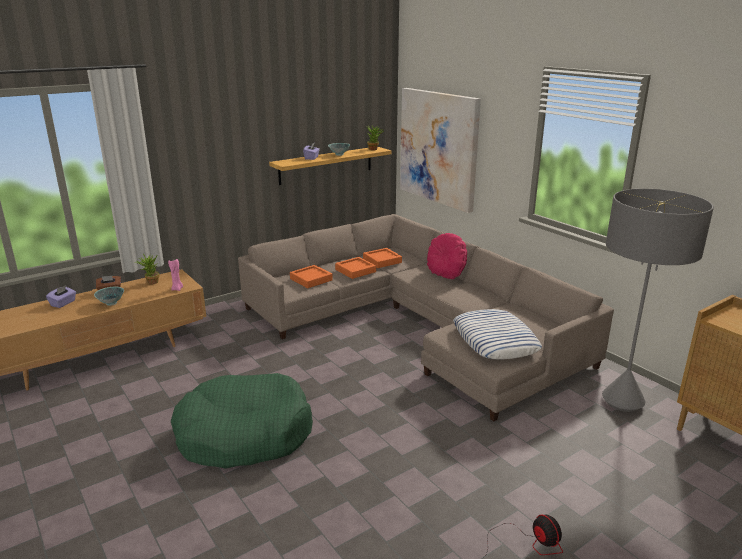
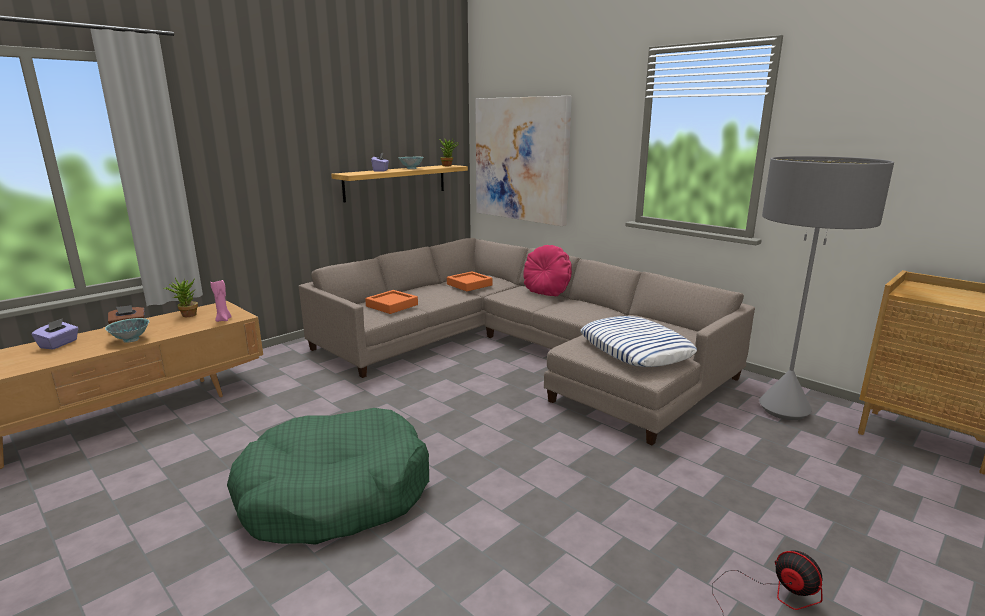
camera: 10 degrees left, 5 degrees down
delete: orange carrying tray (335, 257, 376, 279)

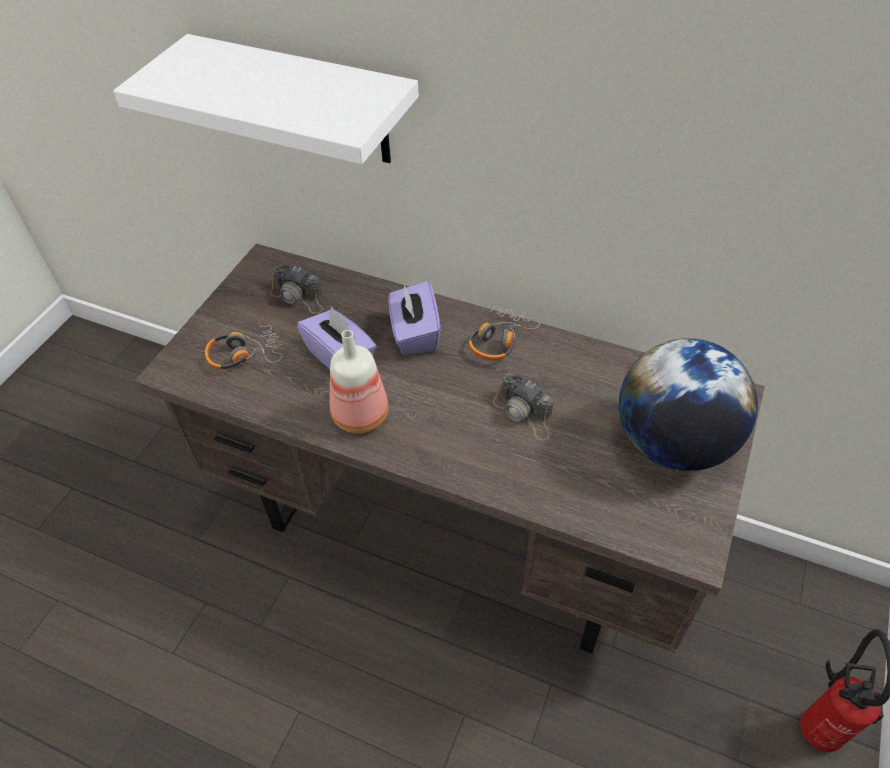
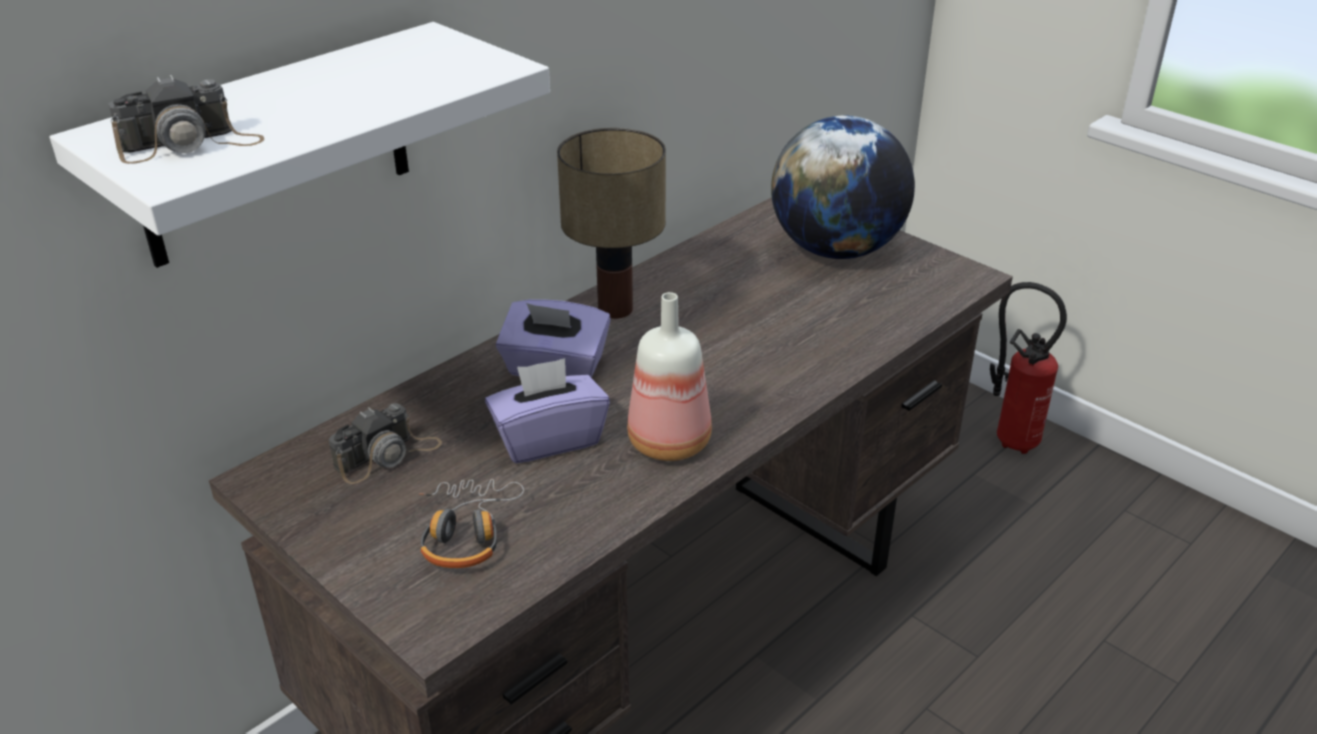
camera: 70 degrees left, 15 degrees down
move: photo camera (493, 374, 553, 441) to (108, 75, 264, 164)
replace: pair of headphones (469, 306, 540, 361) to lamp for a table (557, 128, 666, 319)

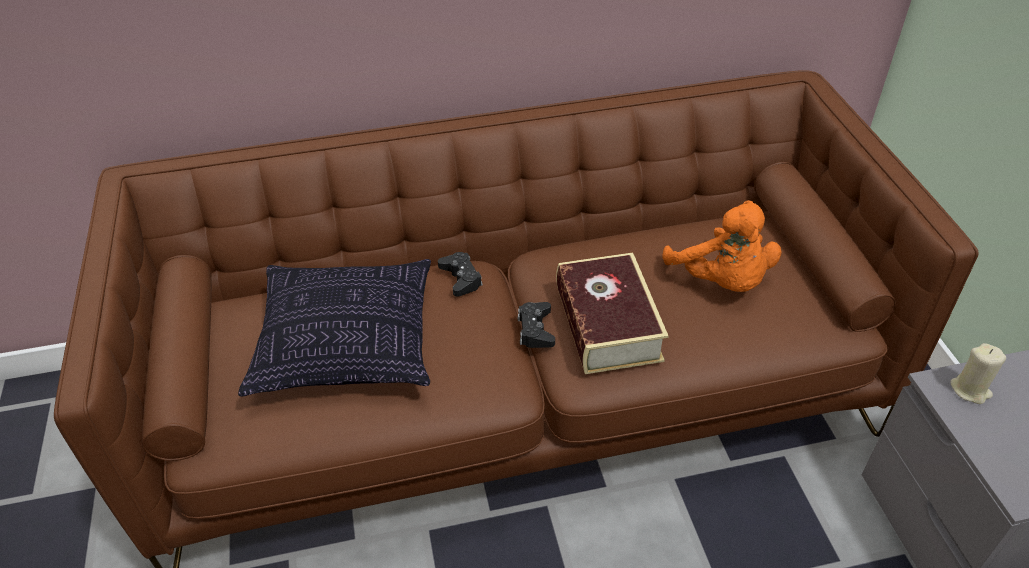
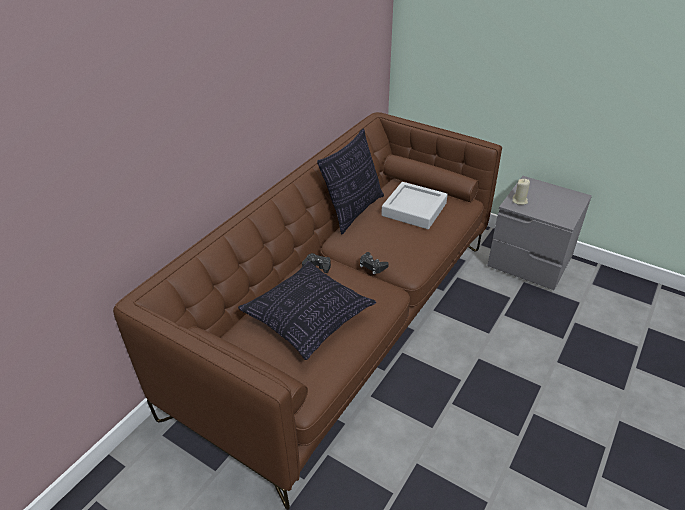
camera: 45 degrees left, 5 degrees down
delete: bound book (556, 253, 668, 374)
insert: throw pillow (317, 129, 384, 234)
replace: orange cuddly toy (662, 200, 782, 292) to grey carrying tray (381, 182, 448, 229)

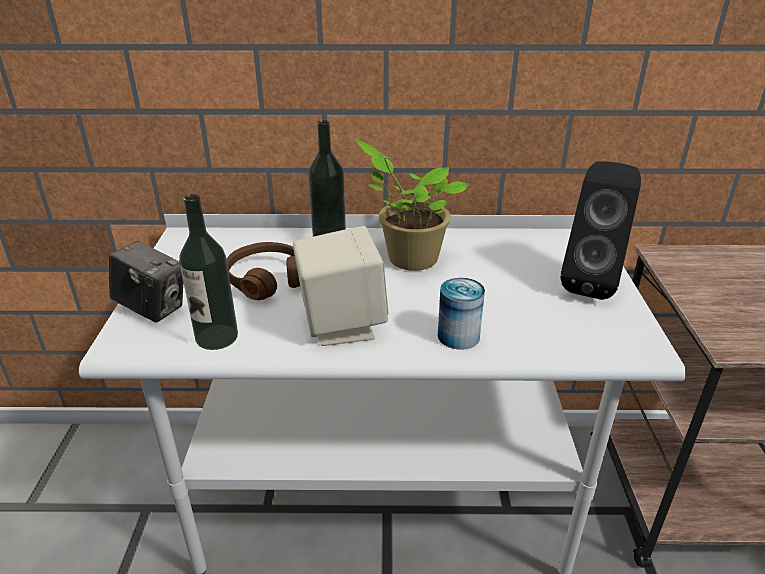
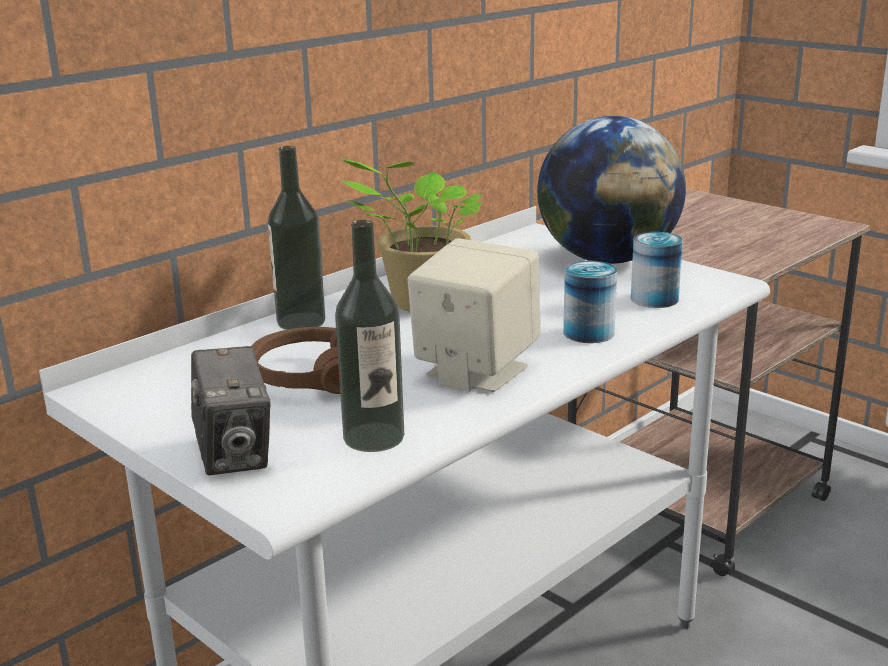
camera: 45 degrees left, 10 degrees down
insert: sealed can (631, 232, 683, 308)
replace: black audio speaker (560, 161, 641, 300) to desk globe (537, 116, 686, 264)
rotate: photo camera (109, 241, 183, 322) = (191, 346, 271, 475) 90 degrees clockwise

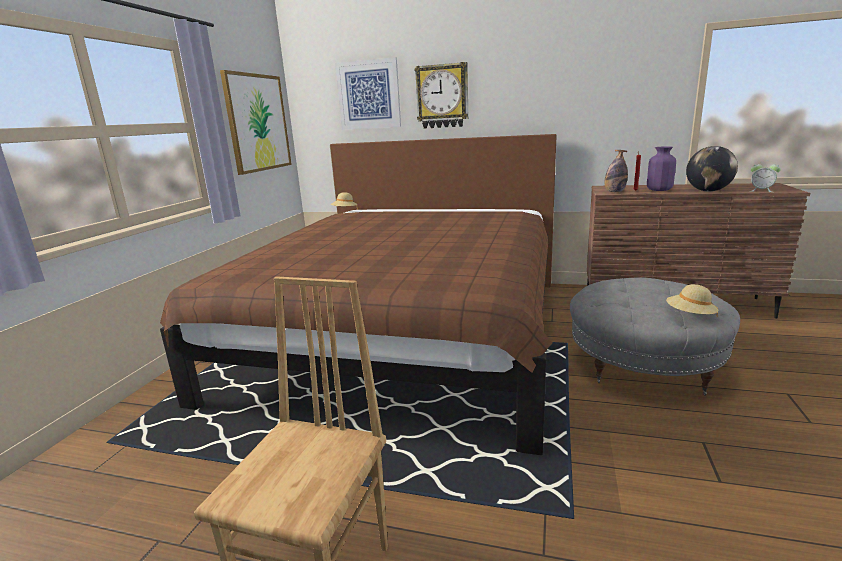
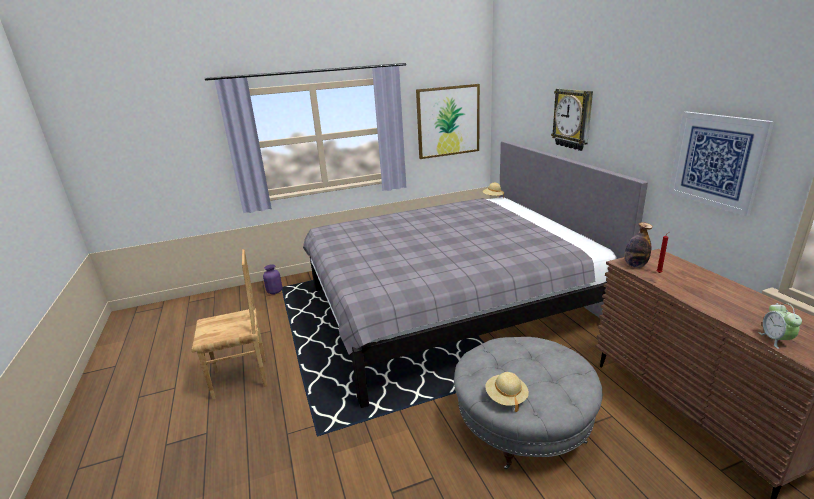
camera: 55 degrees right, 5 degrees up
delete: desk globe (686, 146, 738, 191)
move: picture (335, 57, 401, 130) to (669, 112, 774, 216); purplish decorative vase (647, 146, 676, 191) to (263, 264, 282, 294)
recolor: brownish bedroom bed (160, 134, 557, 455) to grey bedroom bed (303, 141, 648, 408)

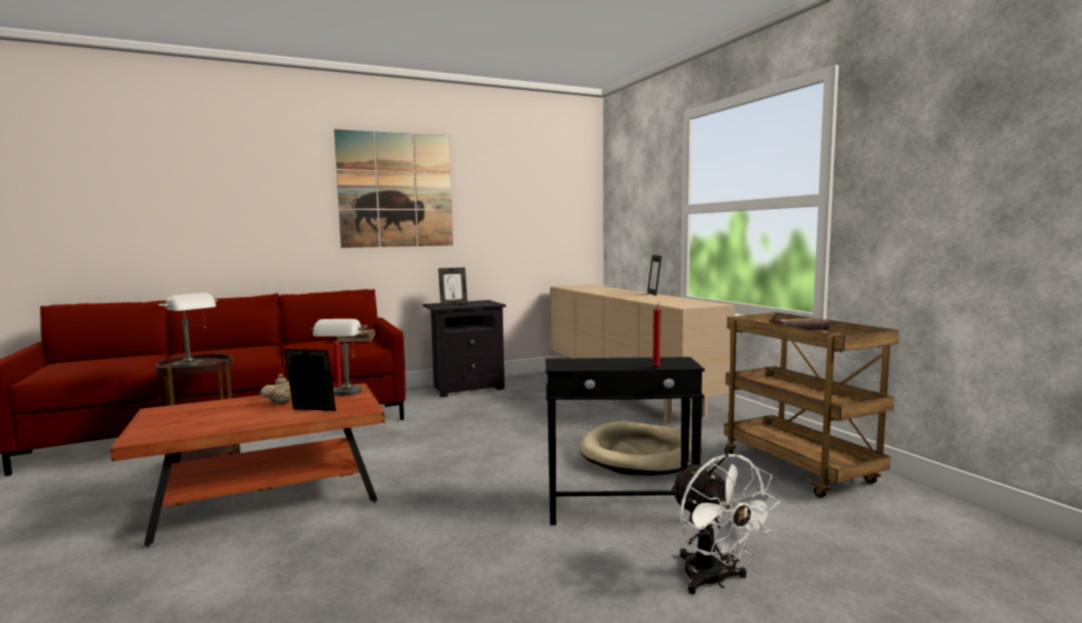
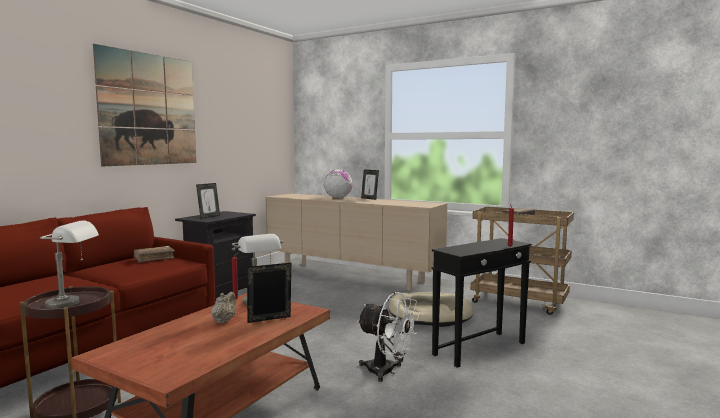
camera: 35 degrees left, 0 degrees up
insert: desk globe (324, 169, 353, 198)
move: white cooling fan (670, 453, 780, 594) to (357, 292, 419, 382)

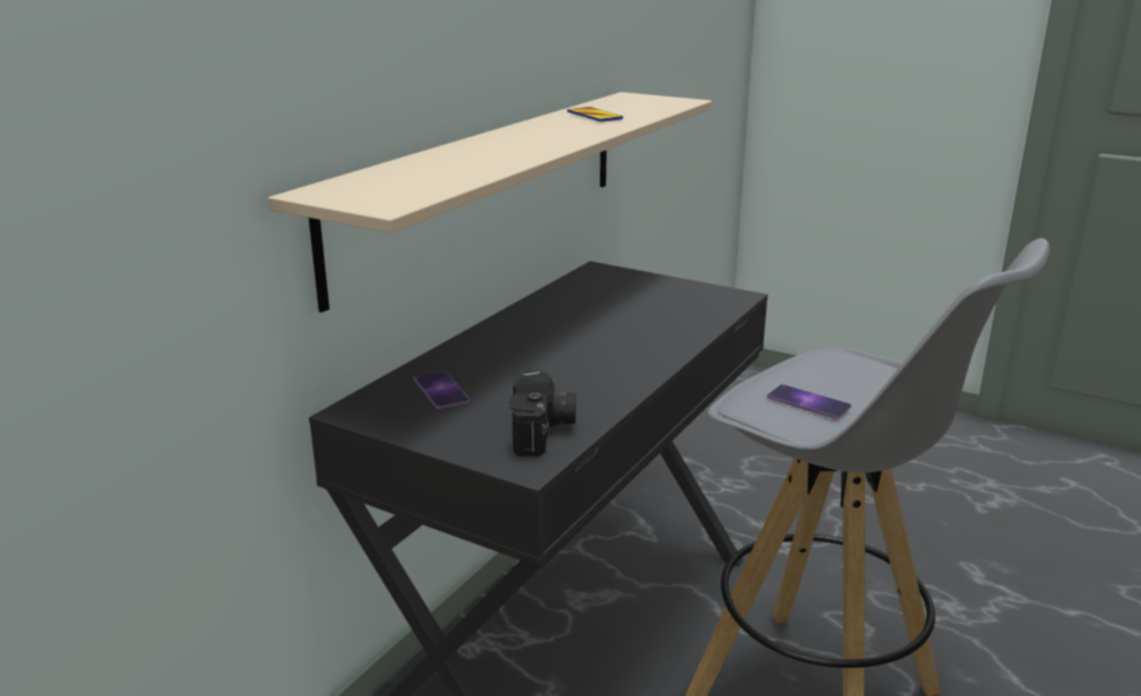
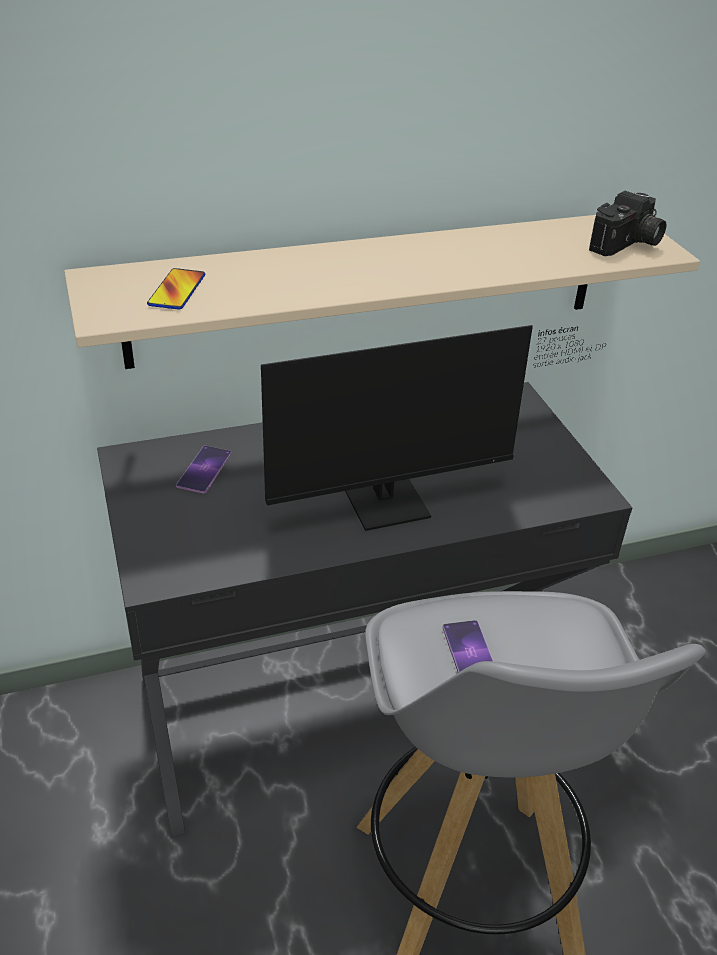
camera: 40 degrees right, 15 degrees up
insert: computer screen (261, 325, 606, 531)
move: telephone (567, 107, 623, 122) to (147, 268, 205, 310); photo camera (510, 370, 576, 456) to (589, 191, 666, 256)

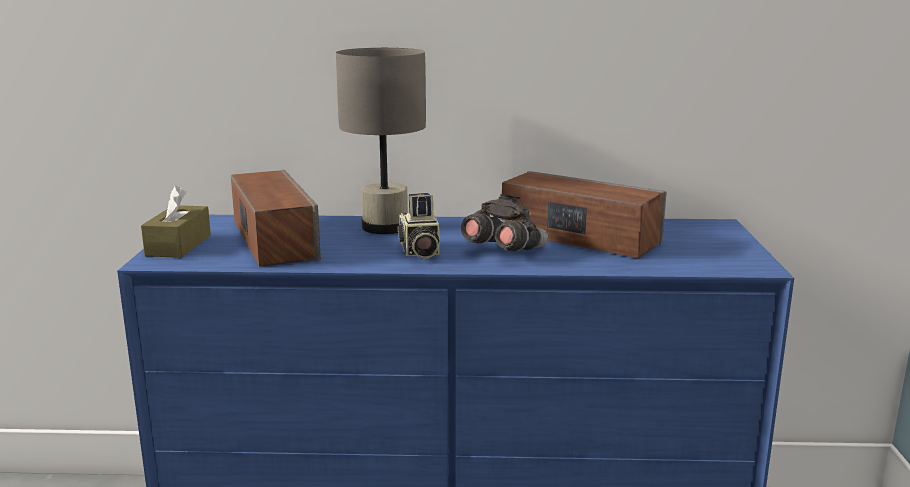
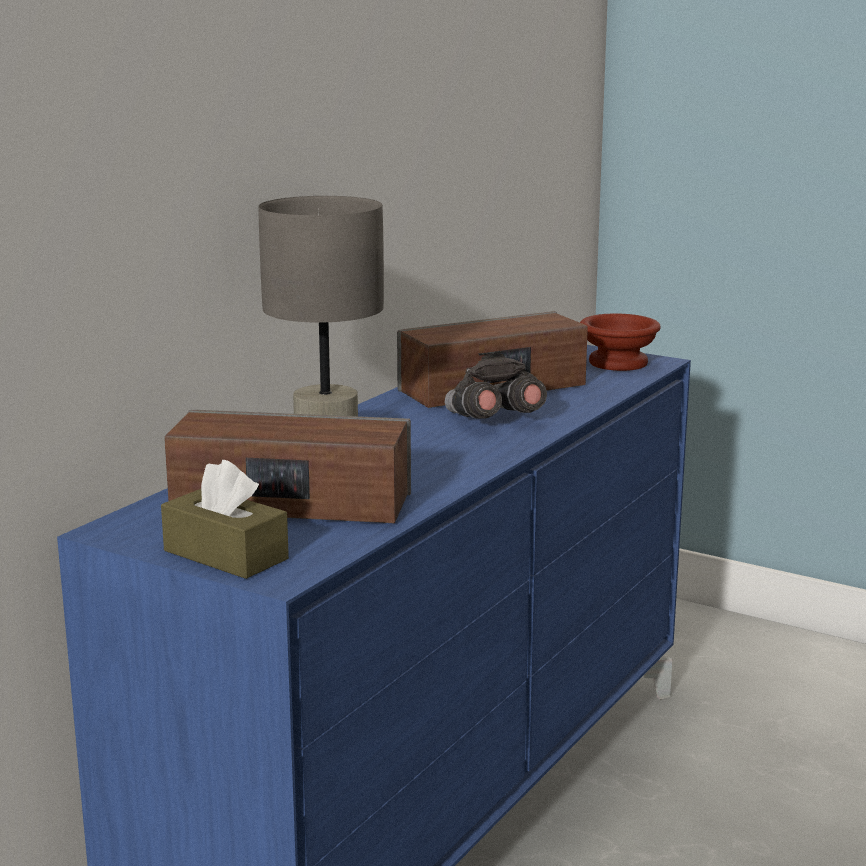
camera: 60 degrees left, 0 degrees up
delete: photo camera (397, 193, 439, 259)
insert: brownish serving bowl (580, 313, 661, 371)

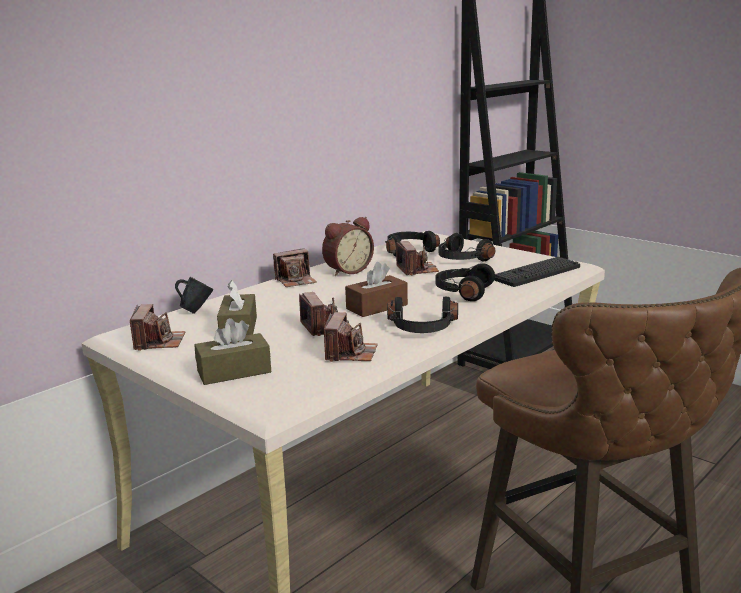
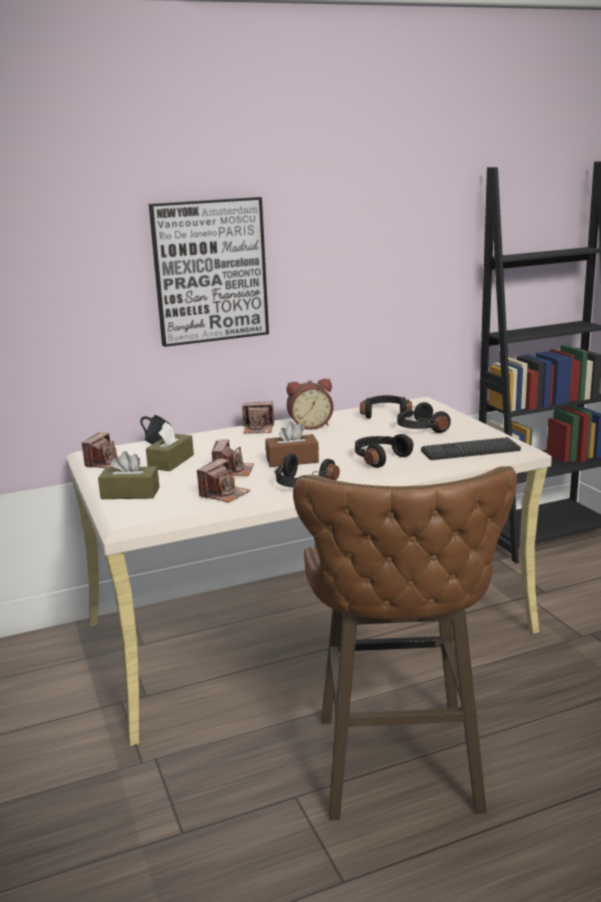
camera: 25 degrees right, 0 degrees up
delete: photo camera (396, 241, 439, 275)
insert: picture (149, 197, 269, 347)

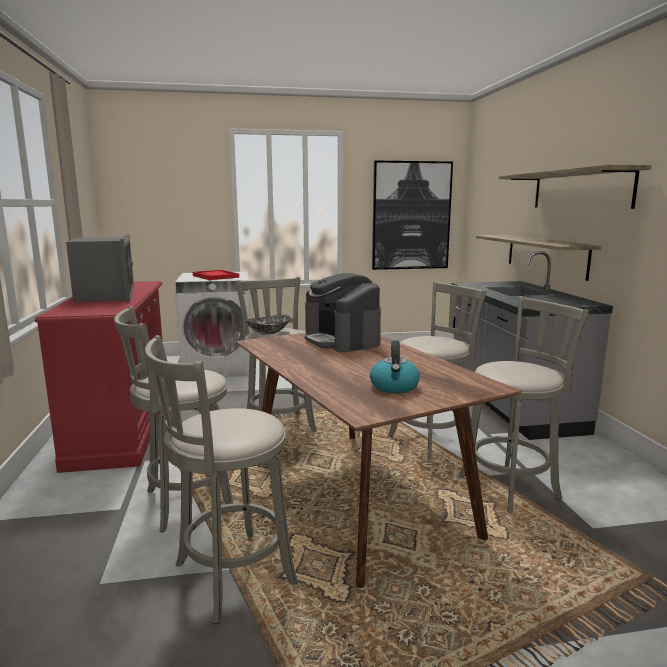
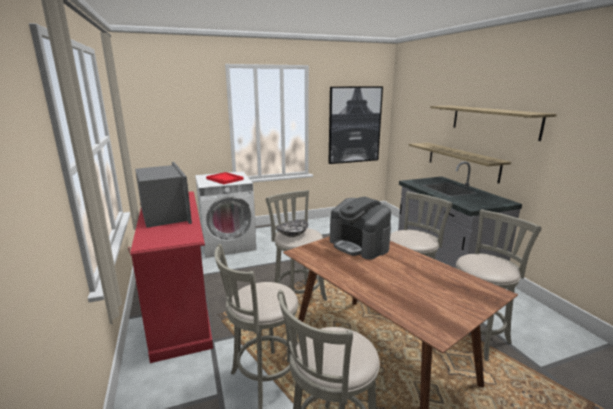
camera: 10 degrees left, 5 degrees up
delete: kettle (370, 340, 420, 393)

